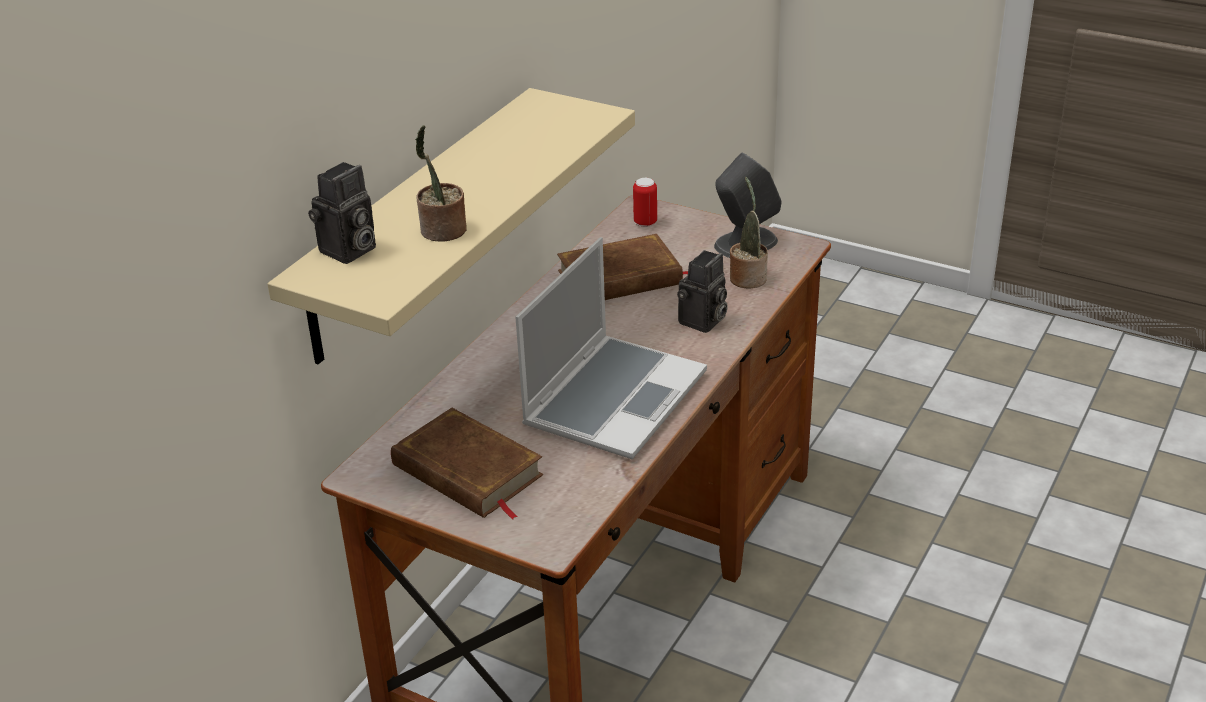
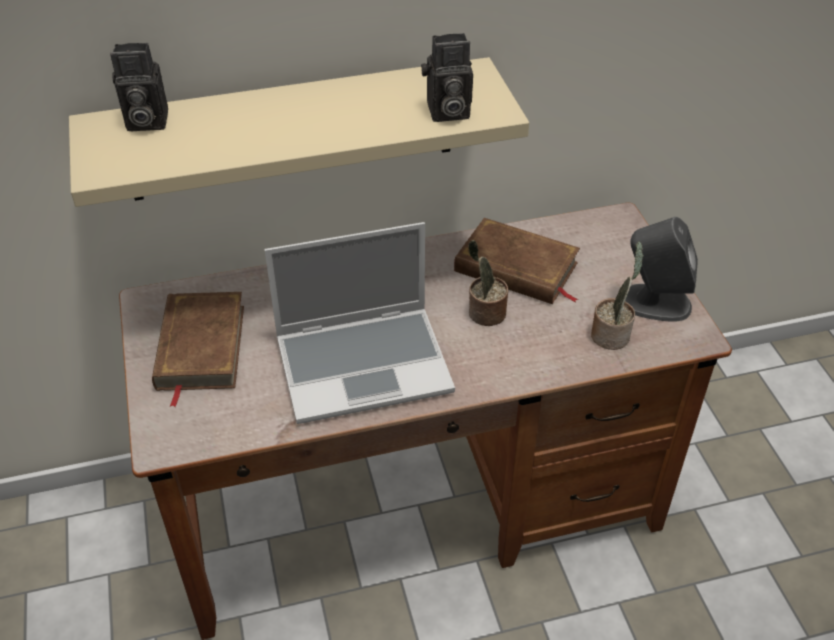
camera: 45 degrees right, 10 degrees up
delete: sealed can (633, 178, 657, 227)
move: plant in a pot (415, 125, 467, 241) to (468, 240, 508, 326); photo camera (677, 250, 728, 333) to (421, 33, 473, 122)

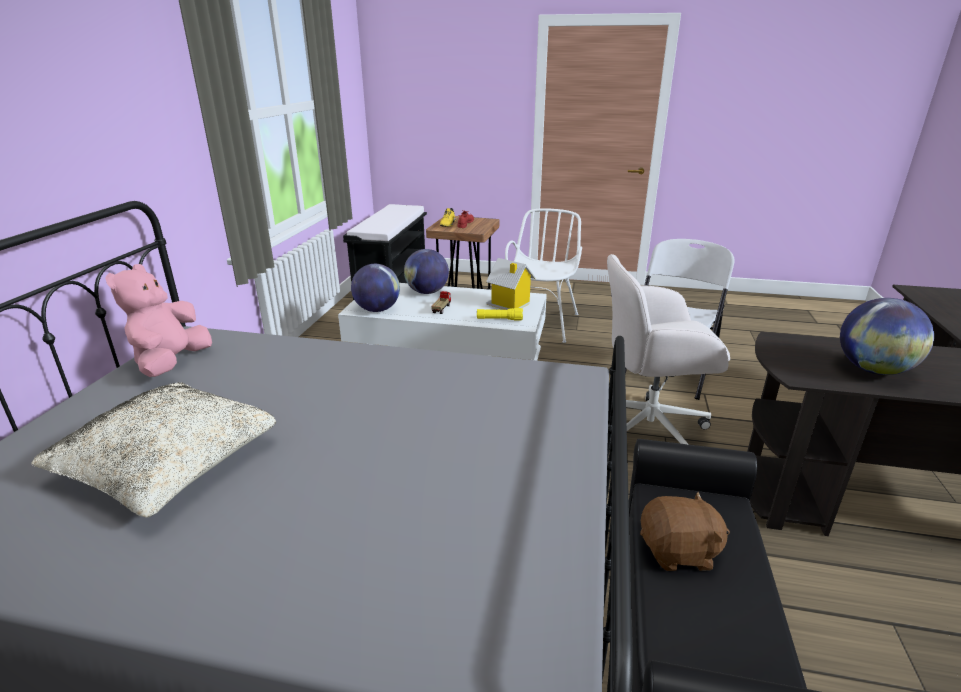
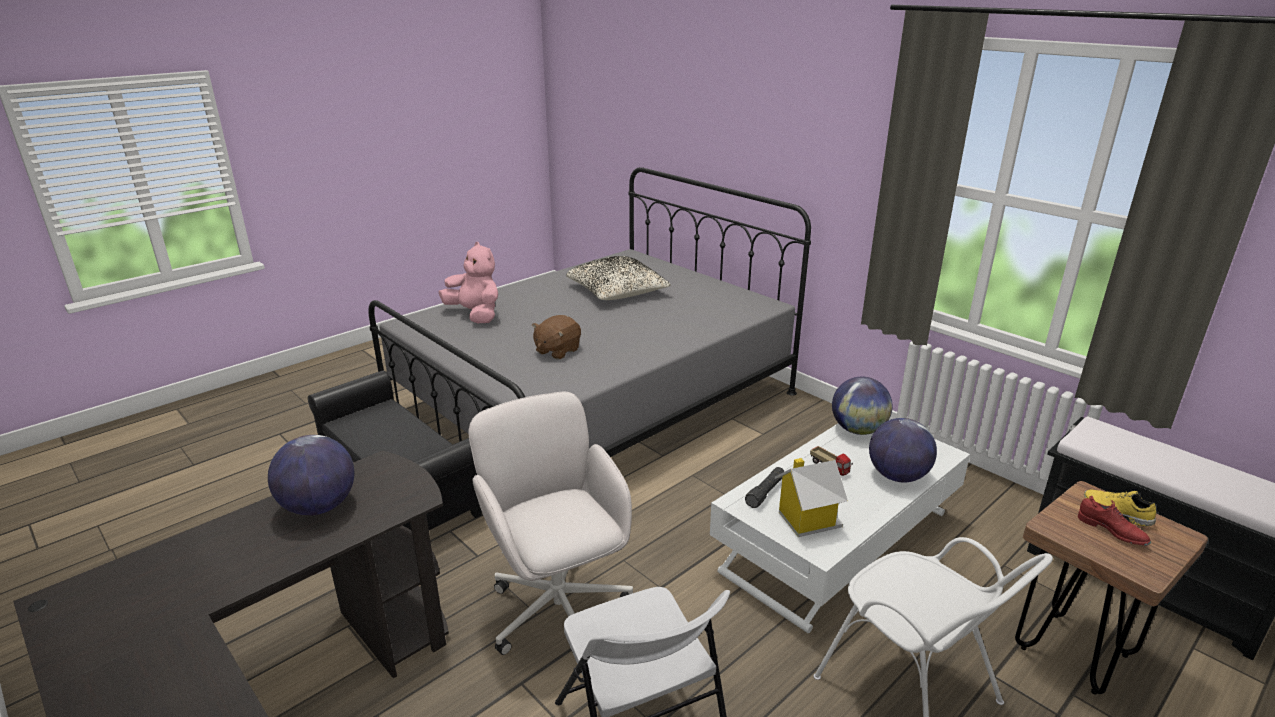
camera: 125 degrees right, 0 degrees up
move: pinkish cuddly toy (105, 264, 212, 377) to (439, 242, 498, 323); brownish cuddly toy (640, 492, 730, 571) to (532, 315, 581, 360)
recolor: yellowish flashlight (477, 308, 523, 321) to black flashlight (745, 467, 785, 508)
rotate: white desk chair (607, 254, 730, 450) = (468, 392, 633, 655) 60 degrees counterclockwise

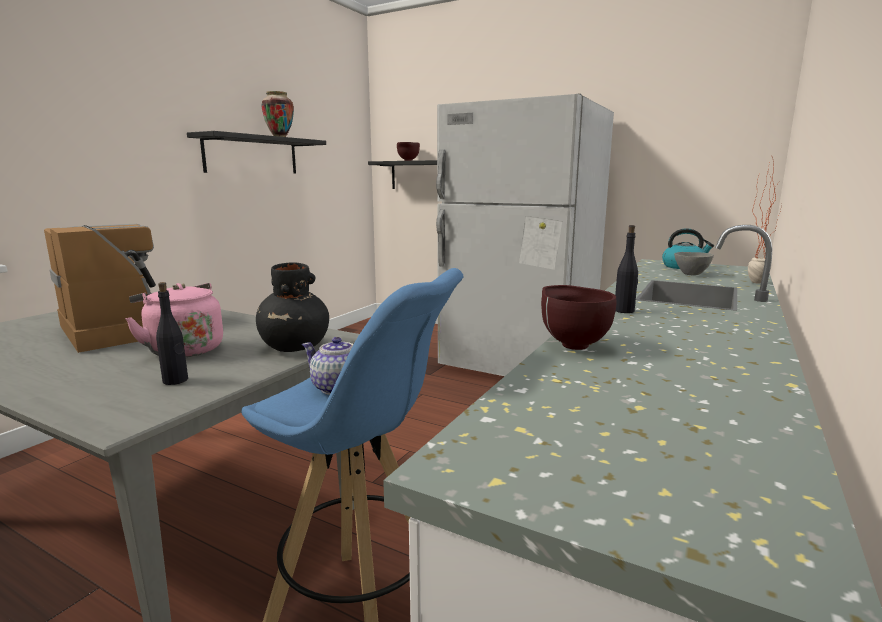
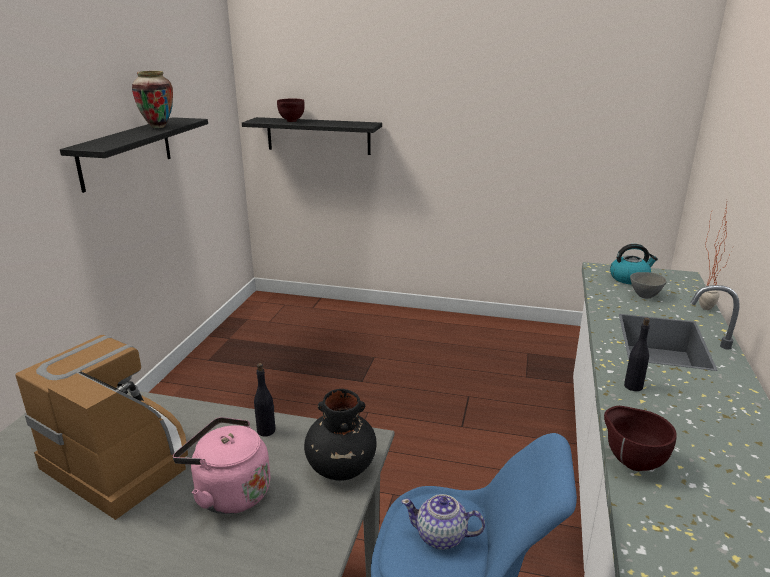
camera: 15 degrees left, 10 degrees up
delete: white kitchen fridge (436, 93, 614, 376)
move: black drink bottle (156, 282, 188, 385) to (254, 363, 276, 436)

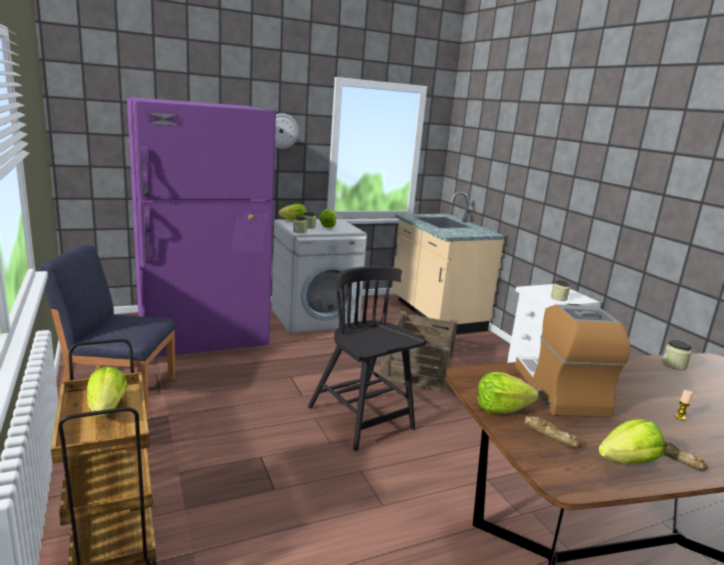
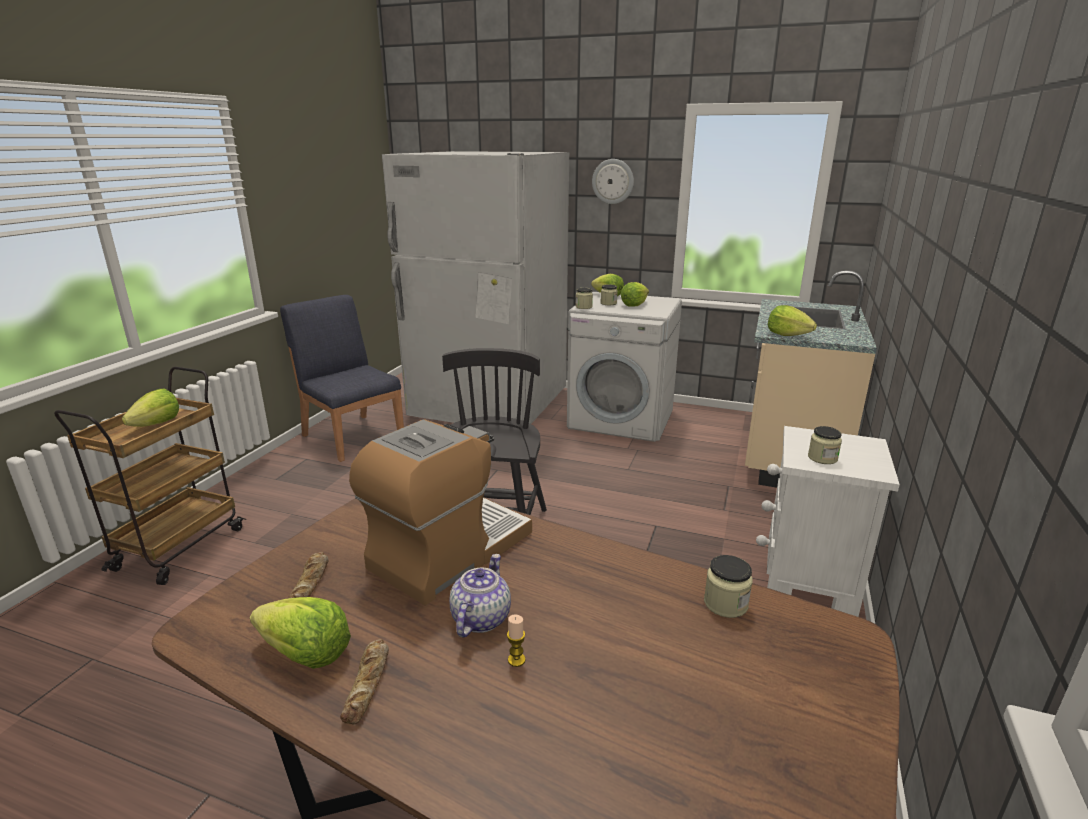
camera: 45 degrees right, 5 degrees up
delete: crate (380, 311, 458, 392)
insert: teapot (449, 554, 511, 637)
move: head of lettuce (477, 372, 538, 414) to (768, 305, 817, 336)
recolor: purplish kitchen fridge (127, 97, 276, 357) to white kitchen fridge (382, 151, 569, 424)

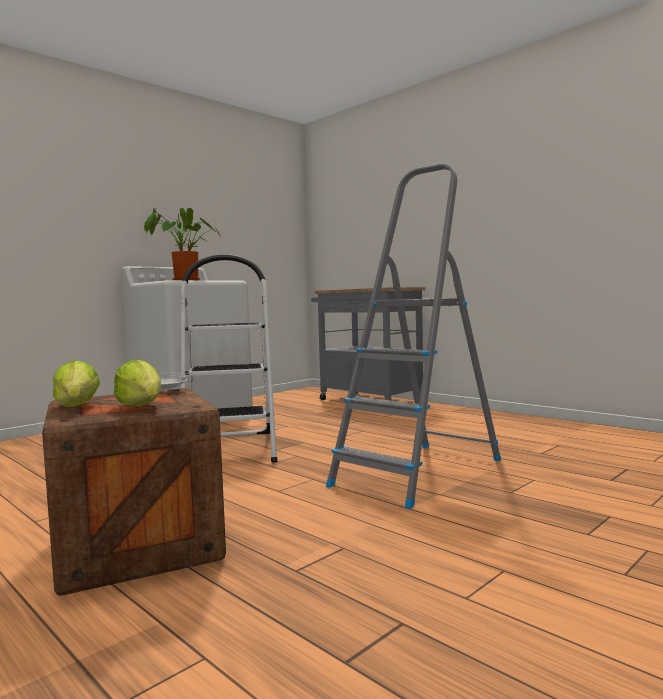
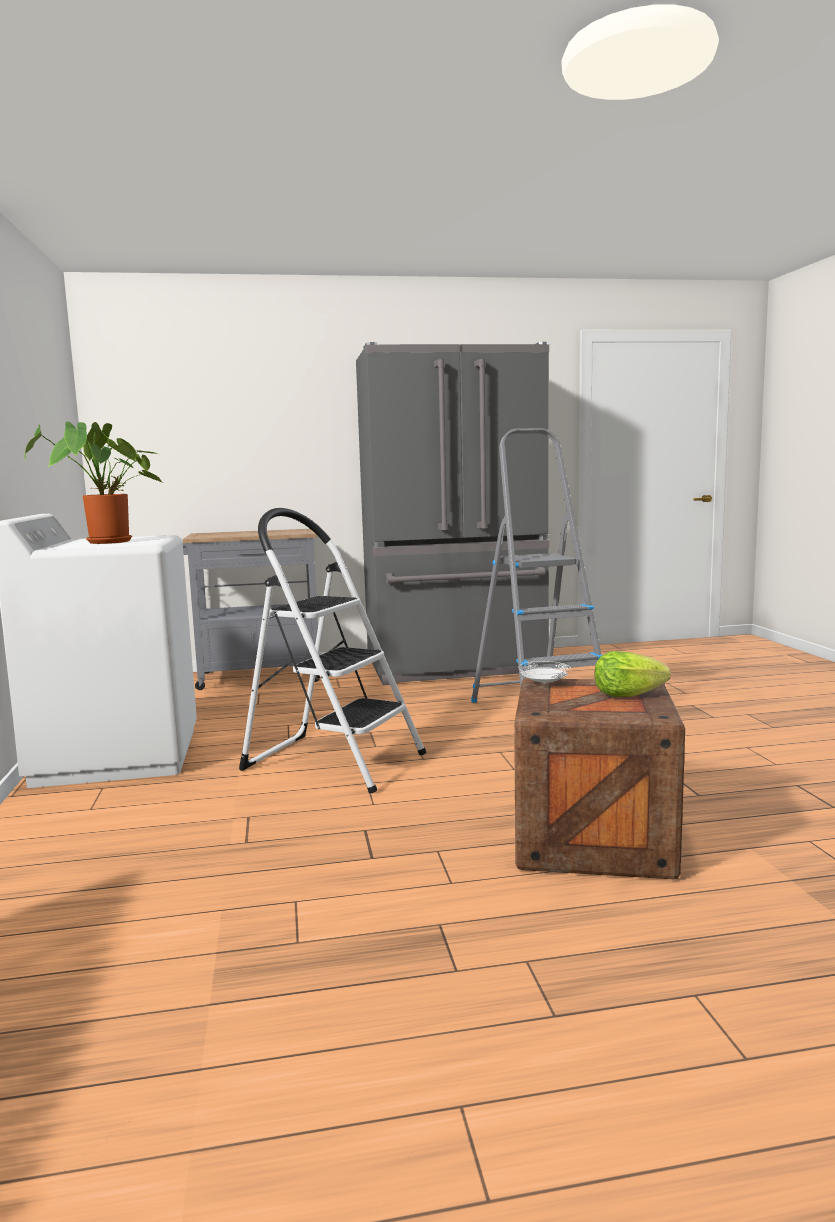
camera: 55 degrees left, 5 degrees up
delete: head of lettuce (53, 361, 100, 407)
insert: grey kitchen fridge (356, 342, 549, 685)

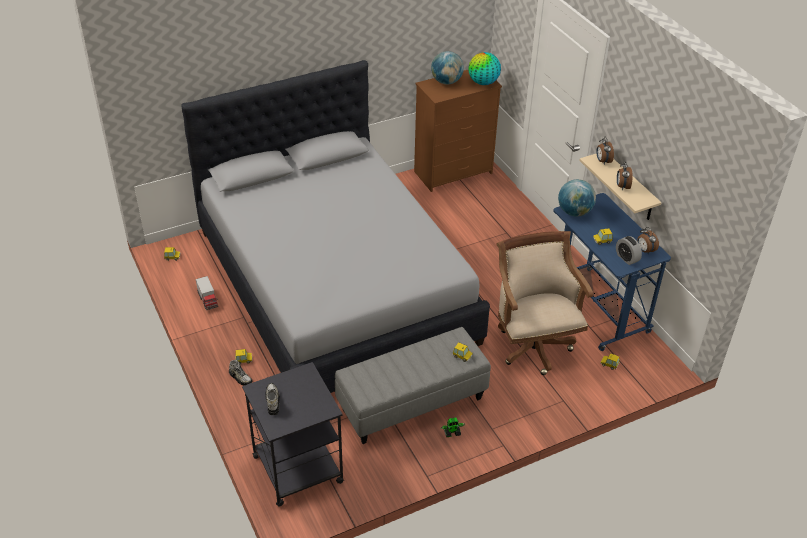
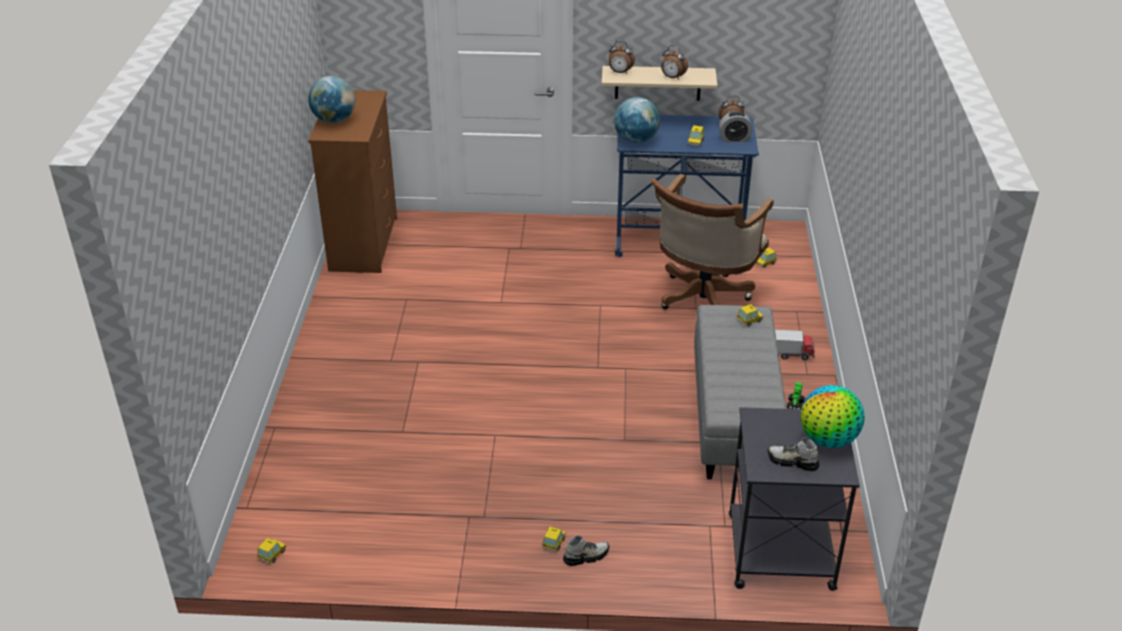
camera: 60 degrees left, 5 degrees down
delete: grey bedroom bed (181, 60, 490, 393)
move: desk globe (468, 52, 501, 85) to (800, 385, 865, 448); model truck (196, 276, 218, 310) to (775, 330, 815, 360)
rotate: desk chair (496, 231, 593, 375) = (651, 174, 774, 309) 75 degrees counterclockwise

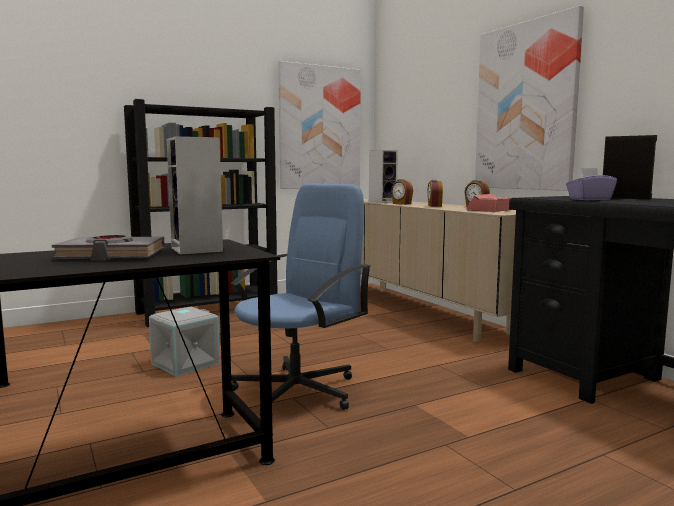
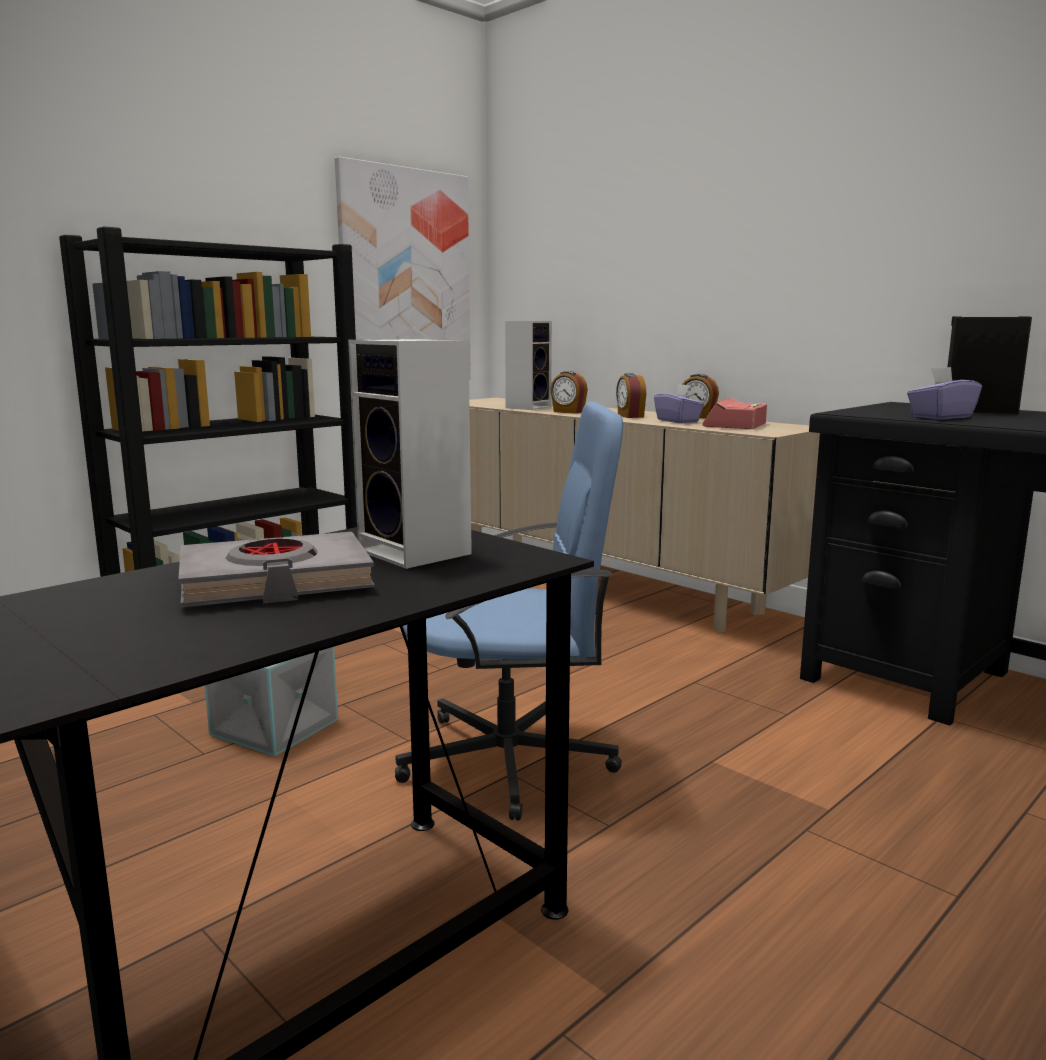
camera: 15 degrees left, 5 degrees up
delete: picture (475, 5, 584, 191)
insert: purplish tissue box (654, 384, 704, 423)
rotate: bluish desk chair (231, 183, 371, 417) = (395, 402, 623, 821) 60 degrees clockwise

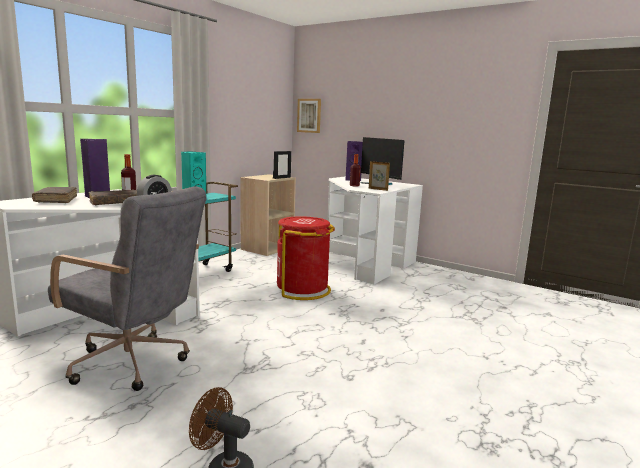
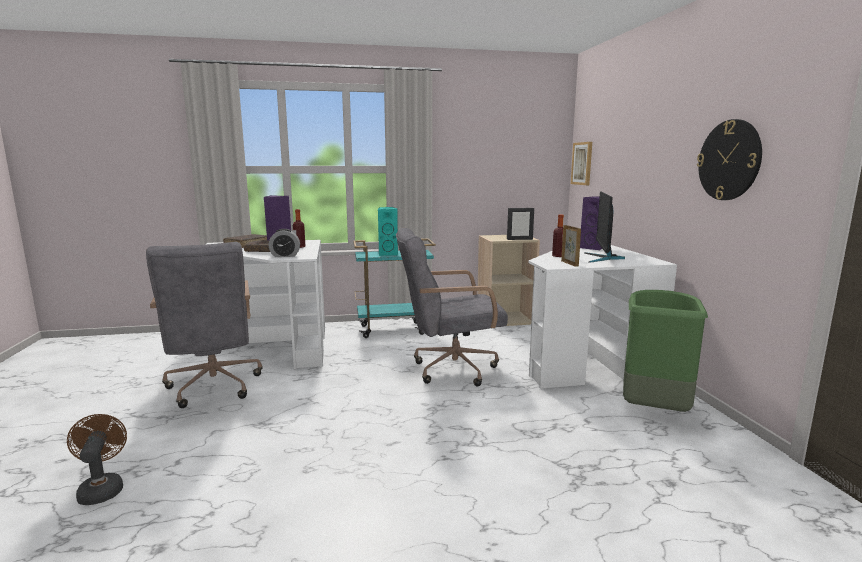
camera: 45 degrees right, 0 degrees up
insert: wall clock (697, 119, 762, 200); green waste bin (623, 290, 708, 412)
replace: red waste bin (277, 216, 335, 300) to grey desk chair (396, 228, 508, 386)

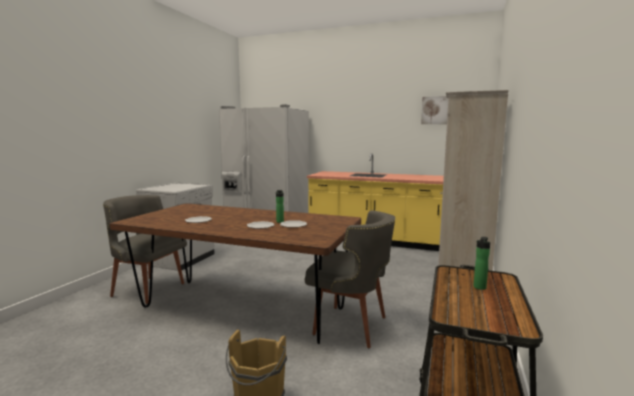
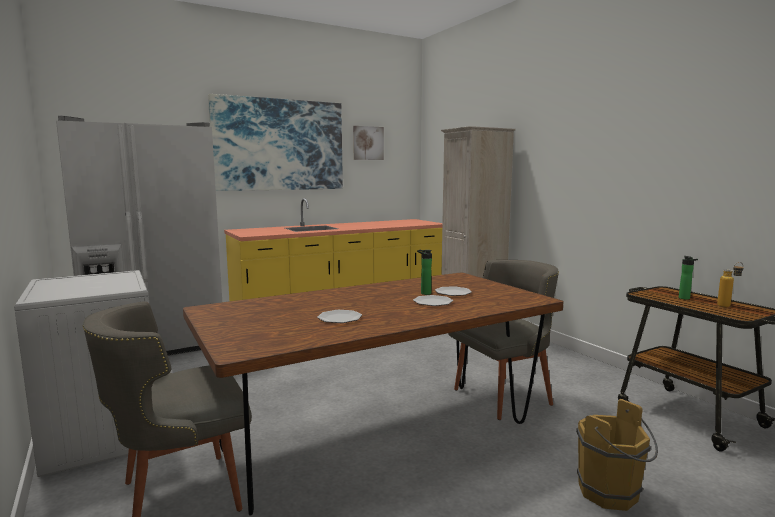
camera: 50 degrees left, 0 degrees up
insert: picture (208, 94, 343, 191); drink bottle (717, 262, 743, 308)

